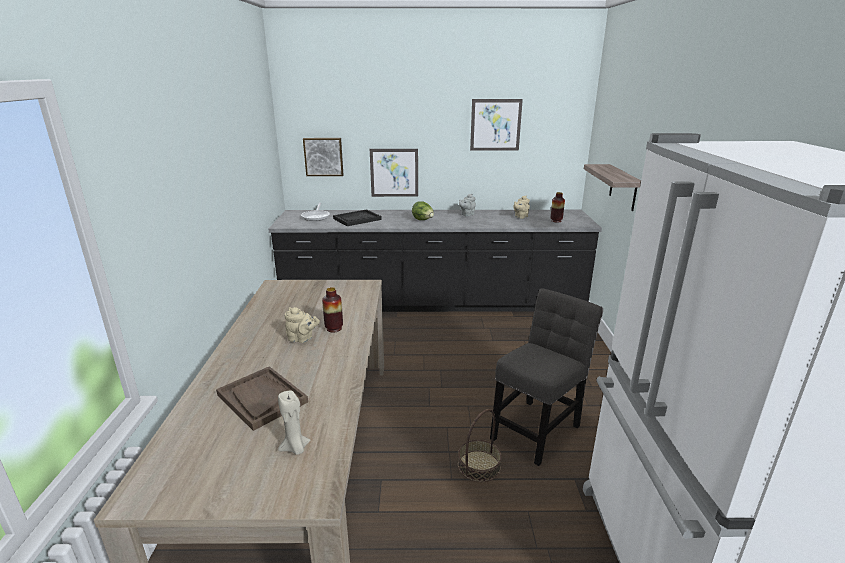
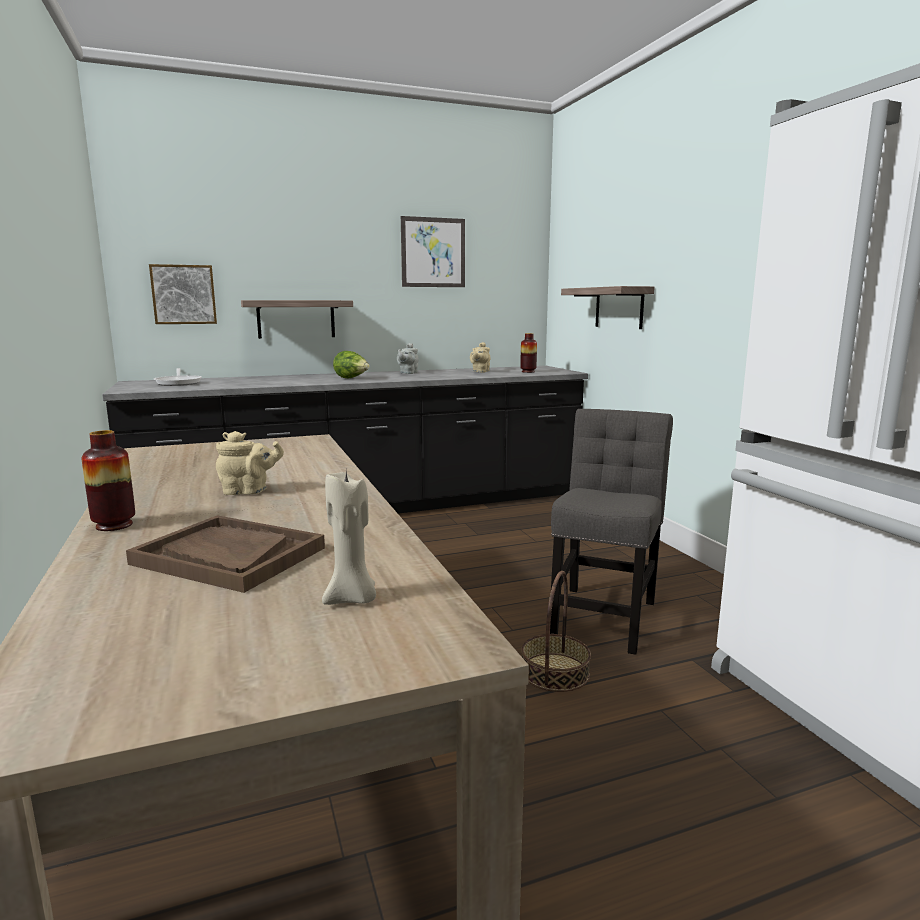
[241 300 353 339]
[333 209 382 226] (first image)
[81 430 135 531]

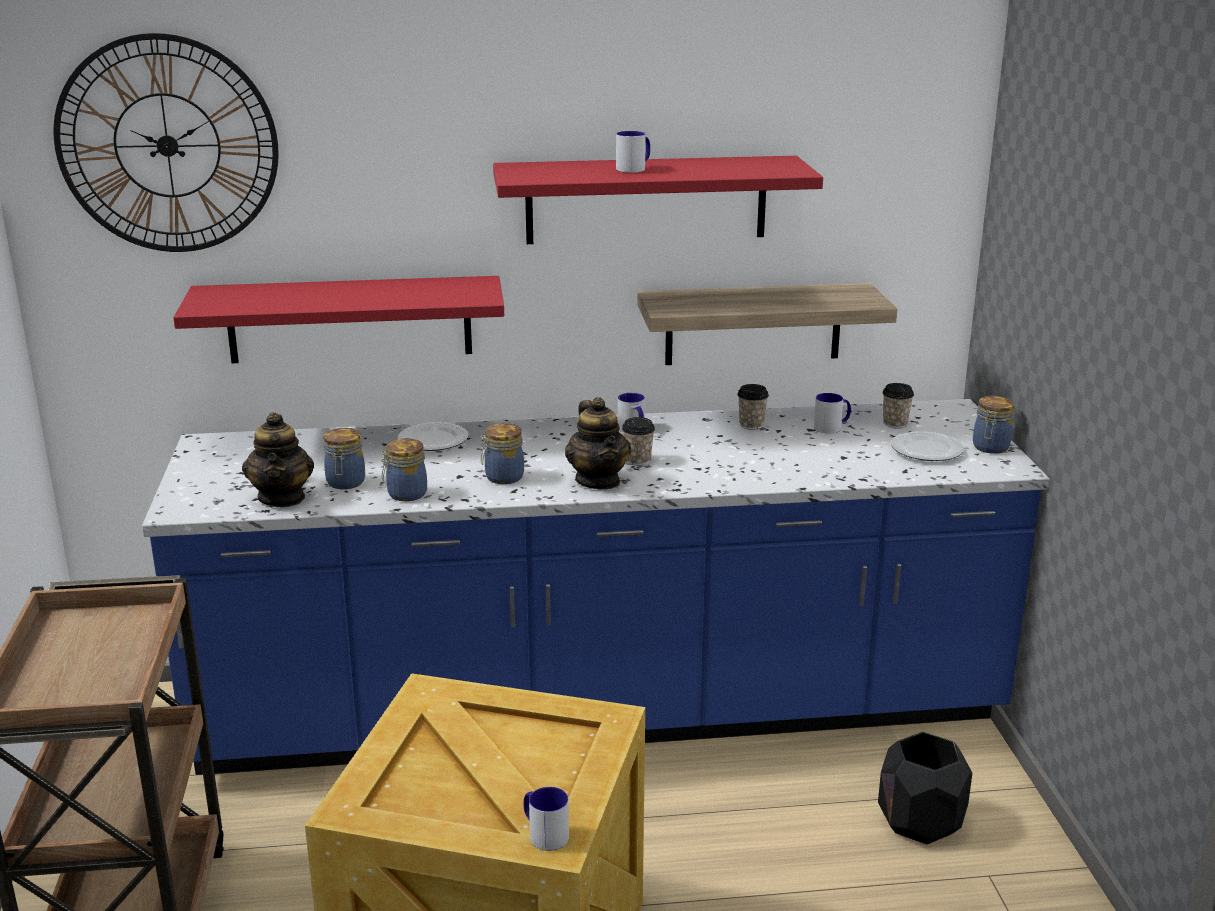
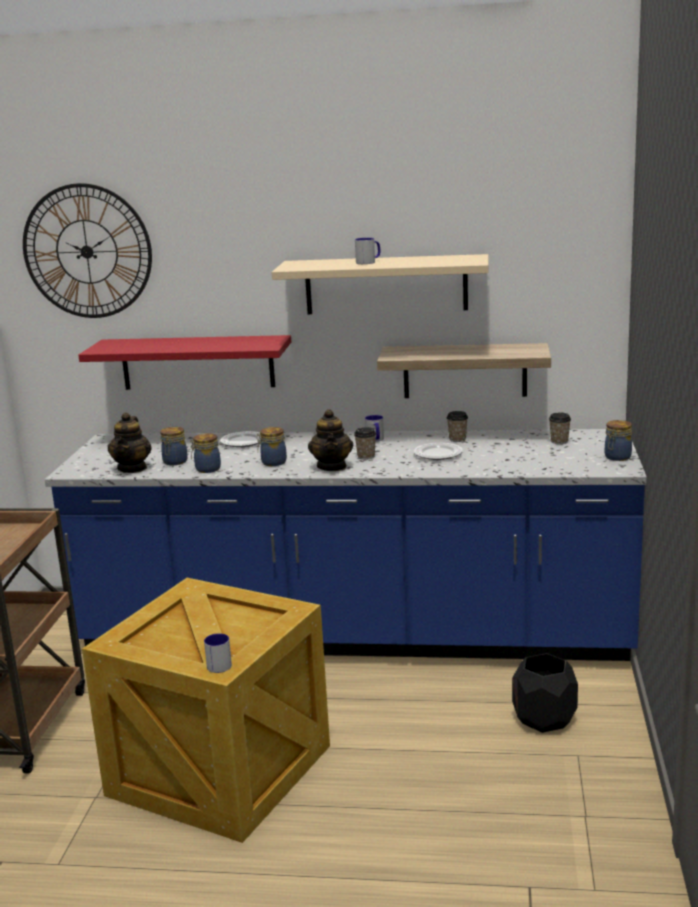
[272 254 489 314]
[814 393 851 433] (first image)
[413 443 463 460]

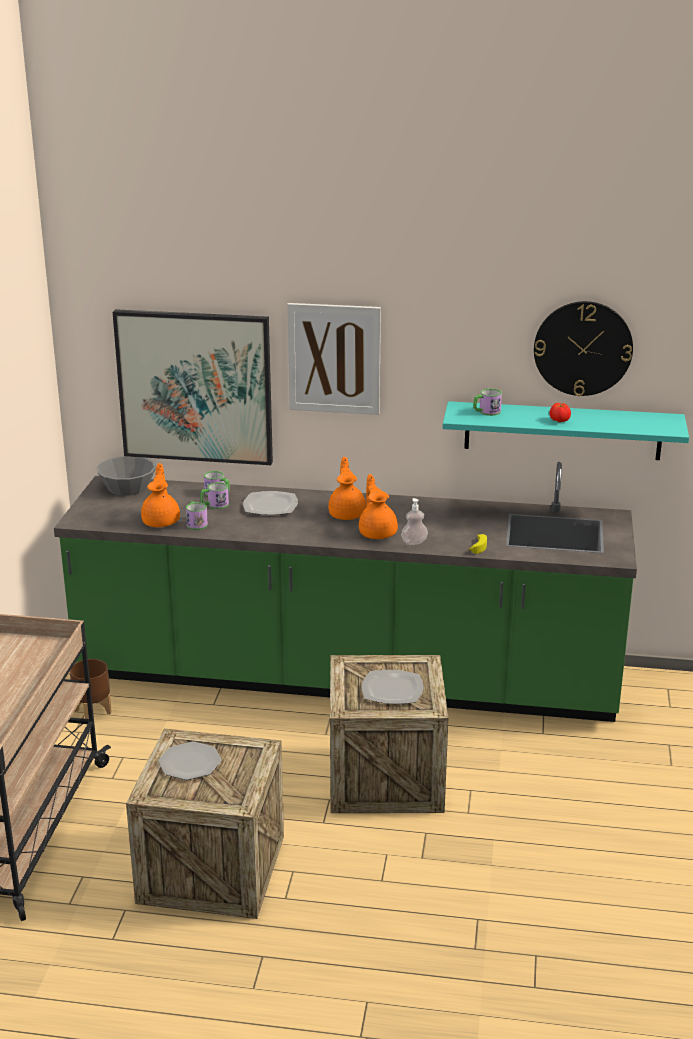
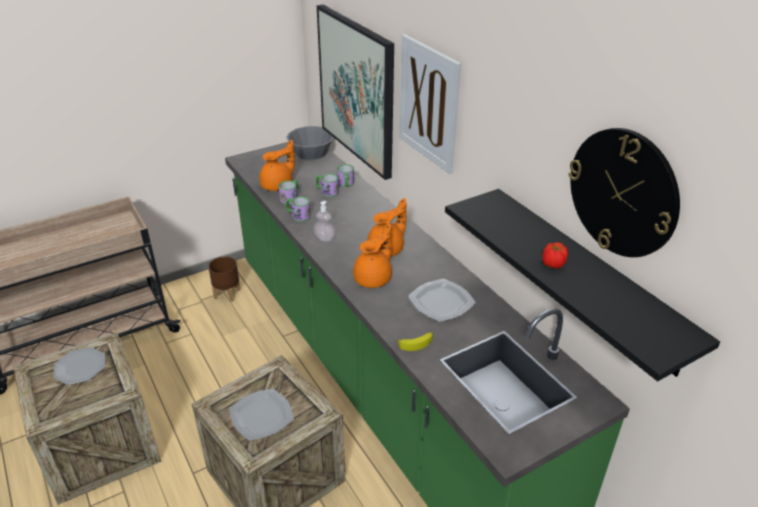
[286 196 311 222]
[445 189 720 381]
[408 279 476 322]
[313 201 336 242]

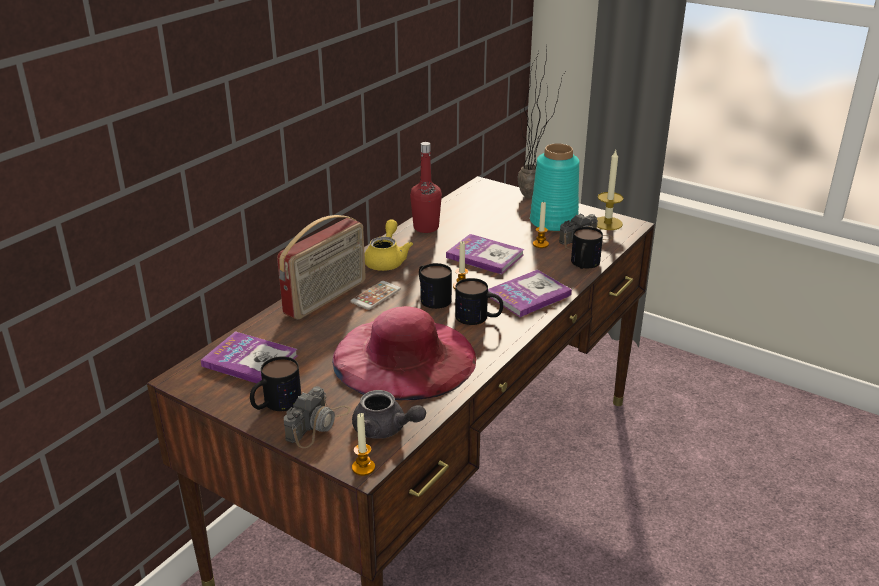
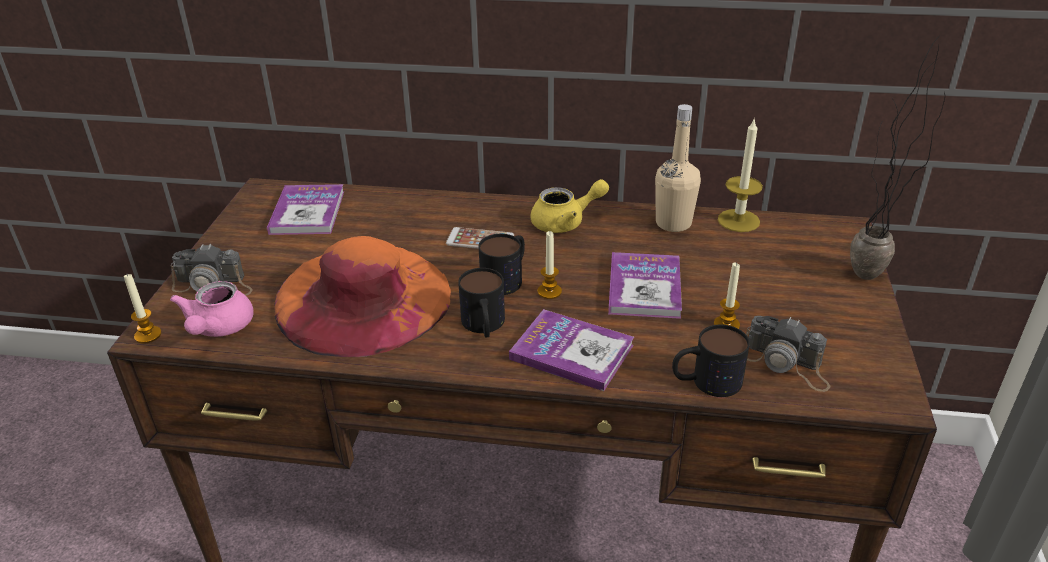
[655 104 701 232]
[530 143 580 232] (first image)
[718 120 763 232]
[277 215 366 320] (first image)
[274 236 451 357]
[250 356 301 411] (first image)
[170 281 254 337]

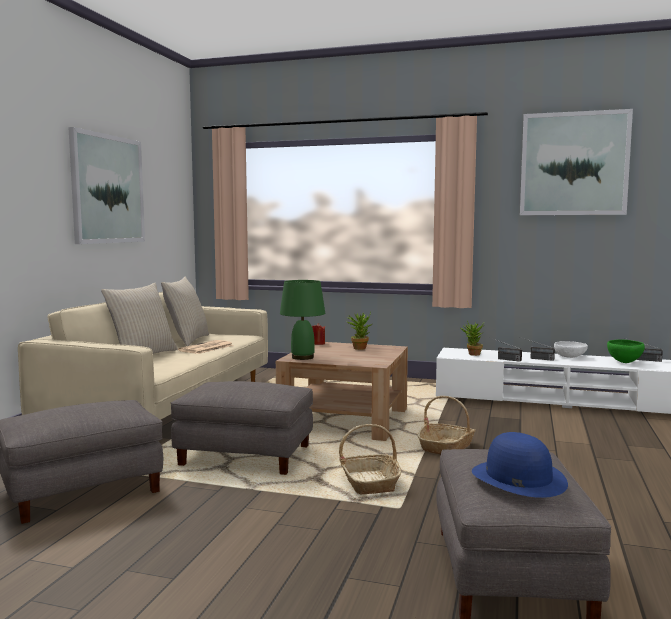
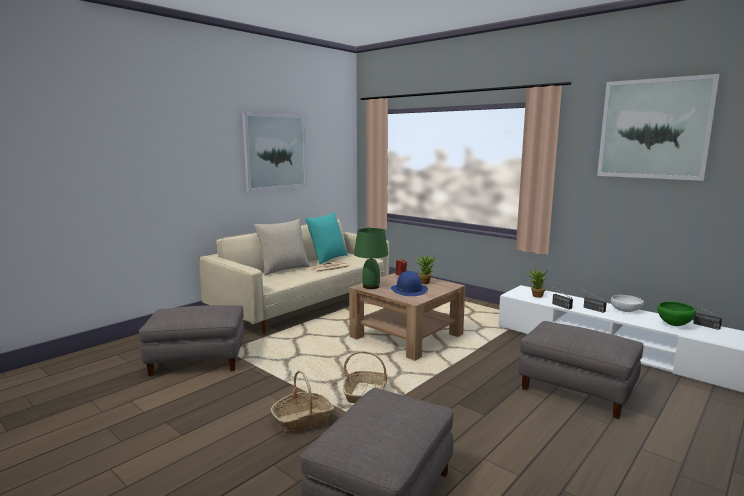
[305 212 348 264]
[519 321 644 419]
[271 370 334 433]
[391 271 428 296]

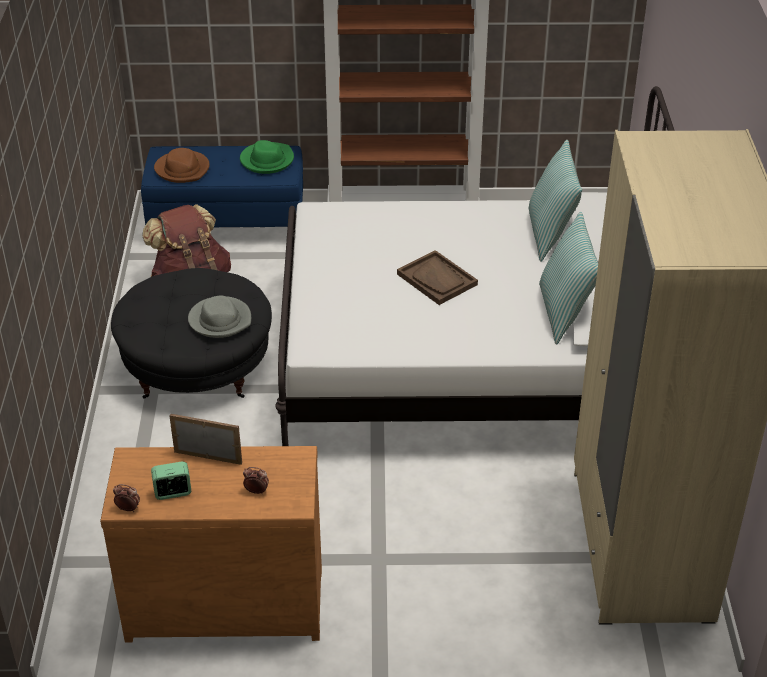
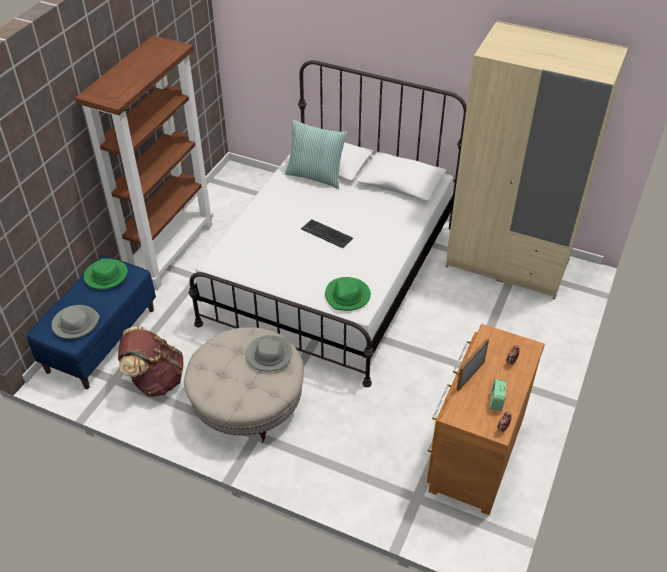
[51 305 100 339]
[539 212 598 344] (first image)
[301 219 353 248]
[184 327 304 443]
[325 277 371 311]

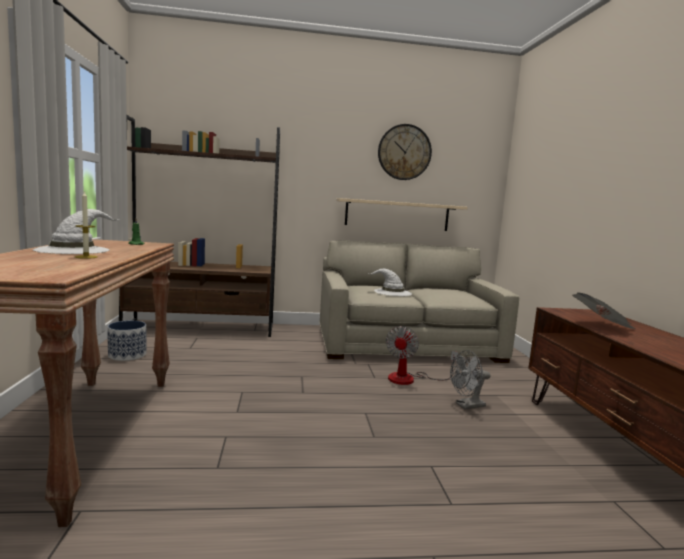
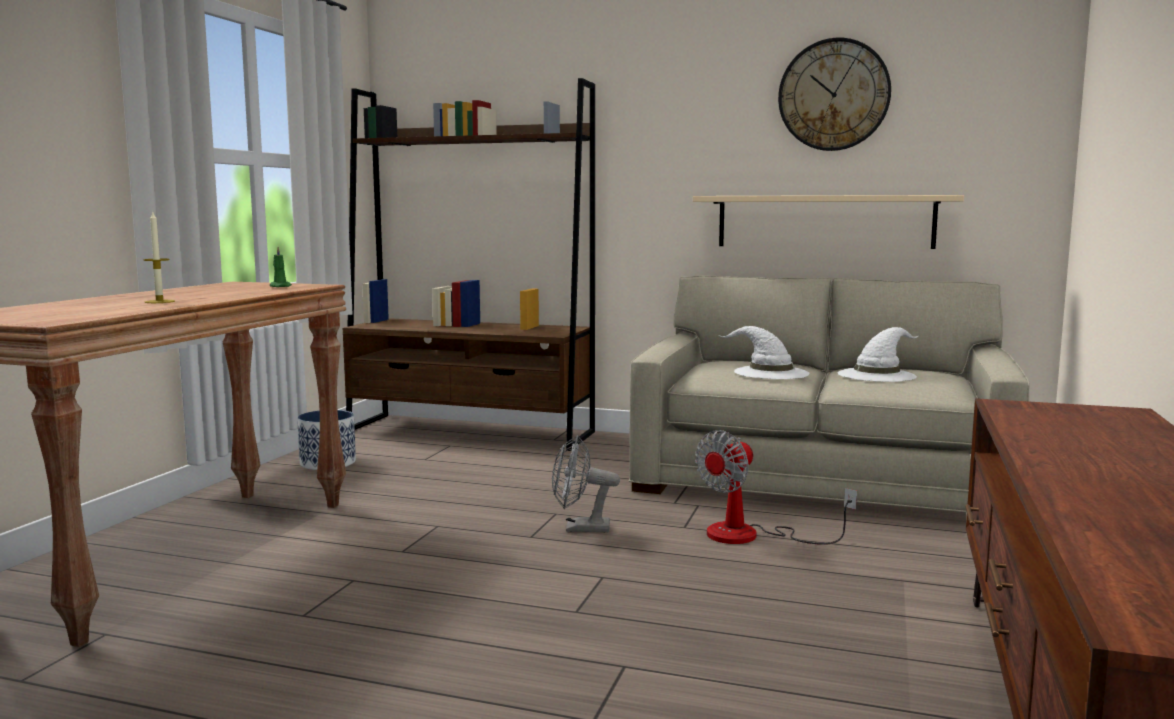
[838 327 918 382]
[572 292 636 329] (first image)
[552 435 620 533]

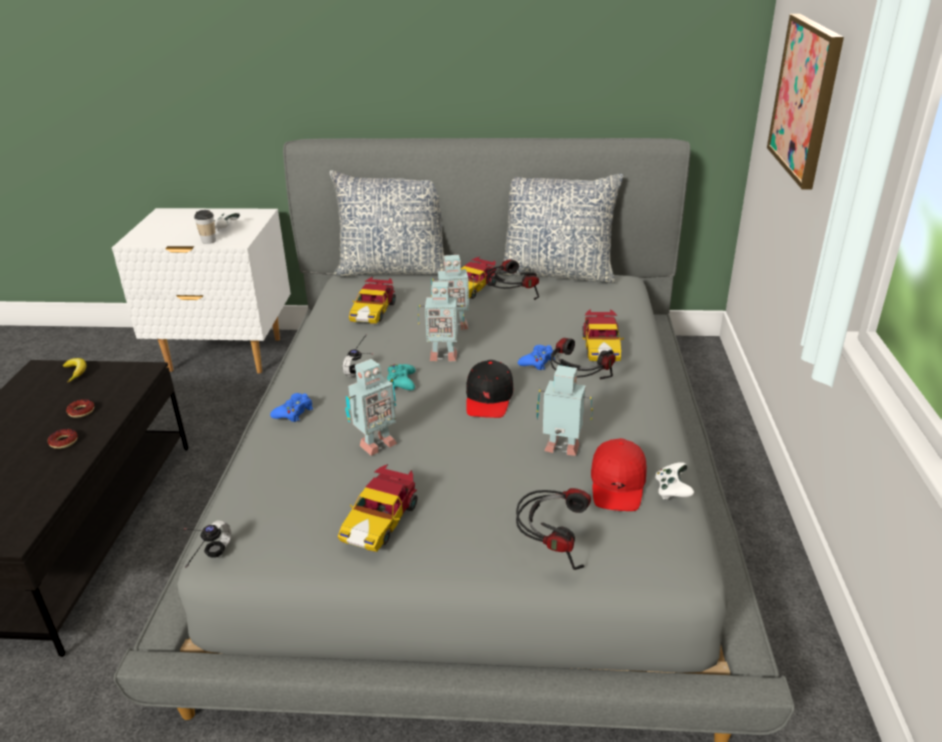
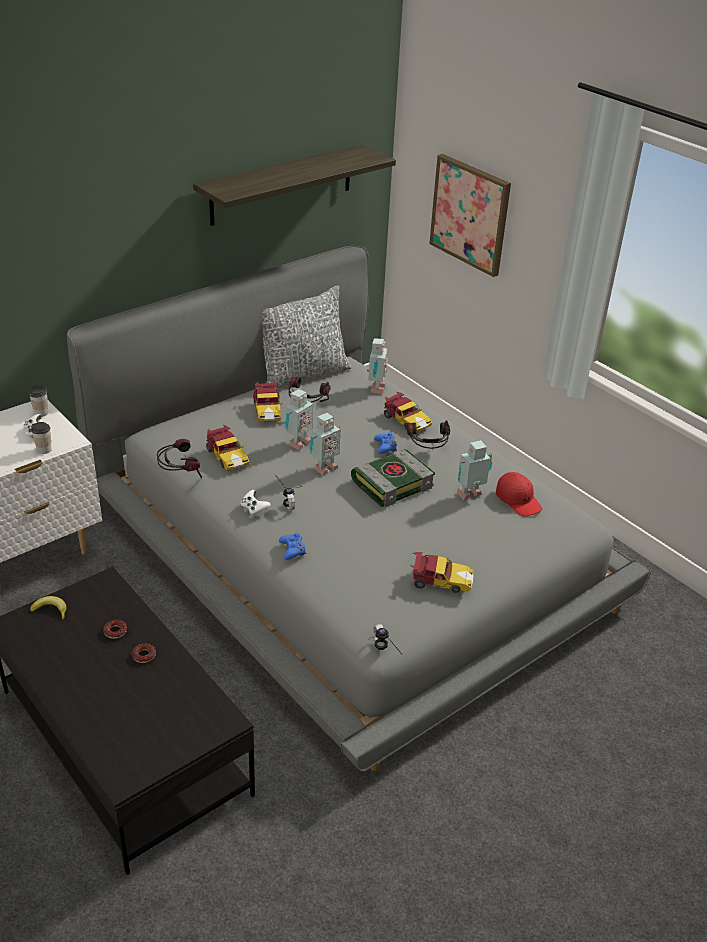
[329 170 445 277] (first image)
[367 338 388 394]
[351 449 435 507]
[387 364 416 390] (first image)
[240 490 271 516]
[410 552 474 593]
[157 439 202 478]
[193 145 396 226]
[29 386 48 417]

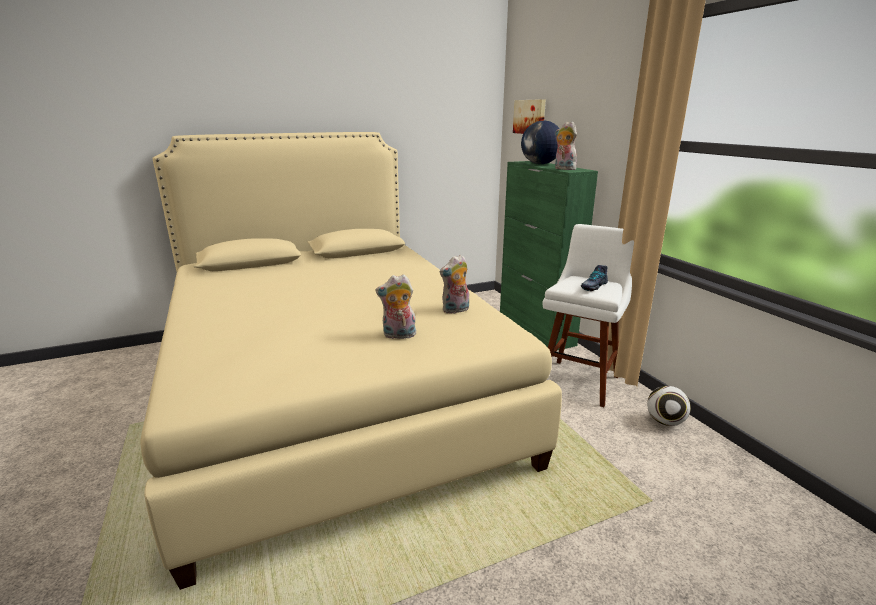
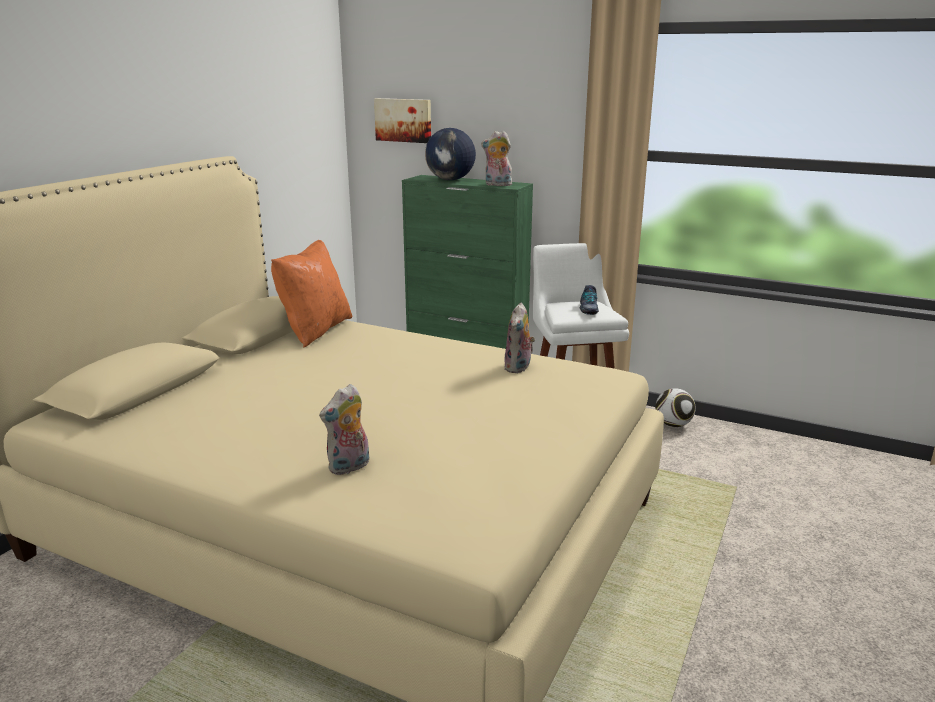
[319 384 369 475]
[271 240 352 348]

